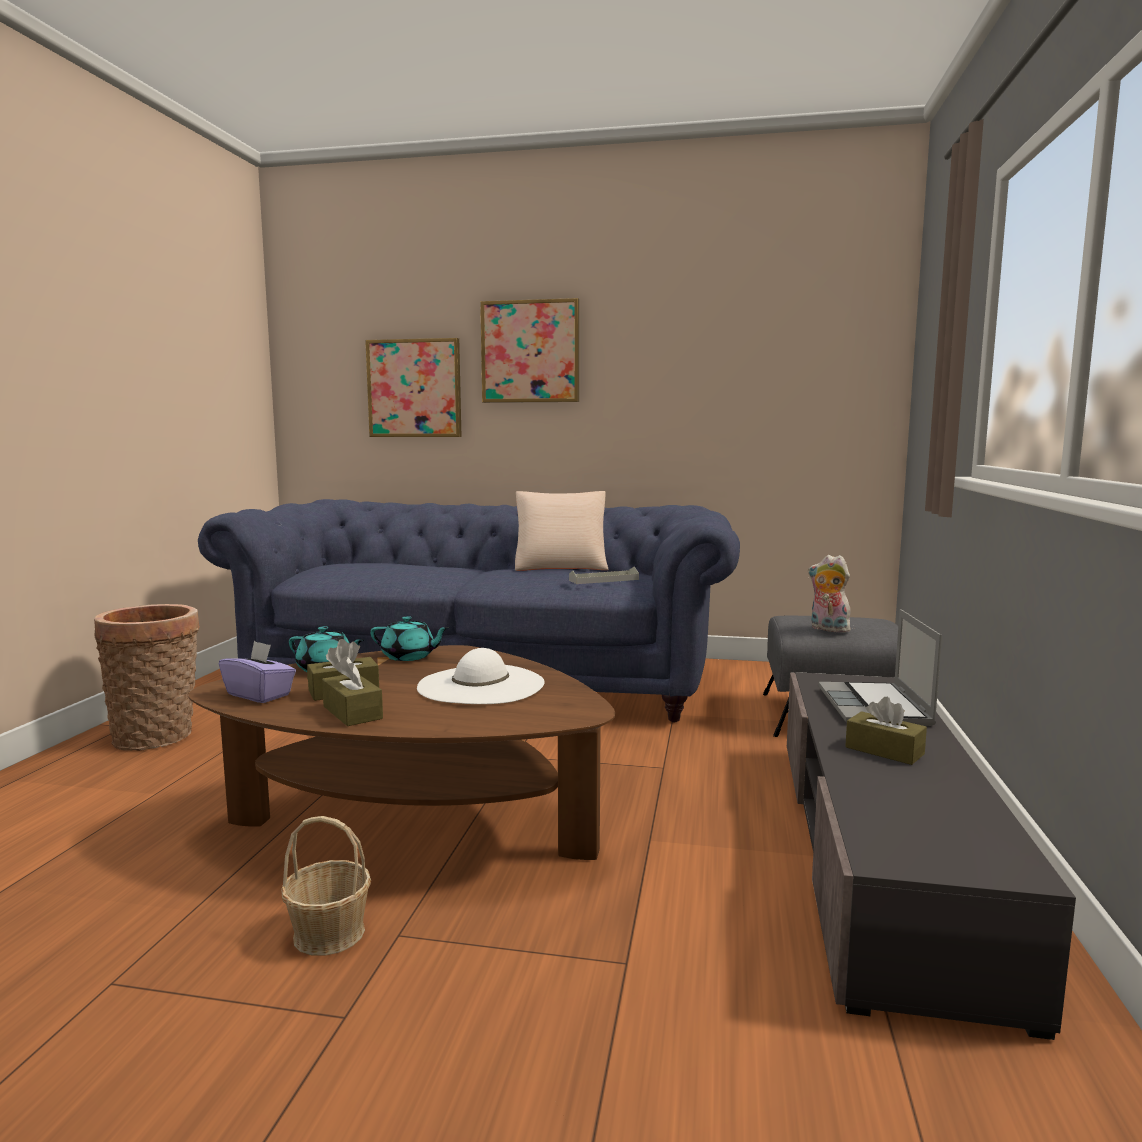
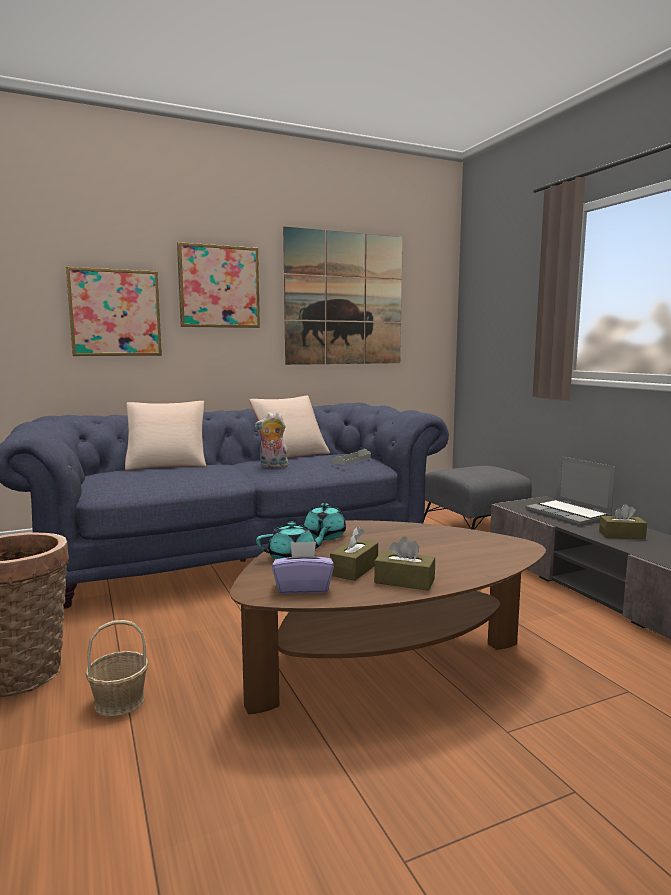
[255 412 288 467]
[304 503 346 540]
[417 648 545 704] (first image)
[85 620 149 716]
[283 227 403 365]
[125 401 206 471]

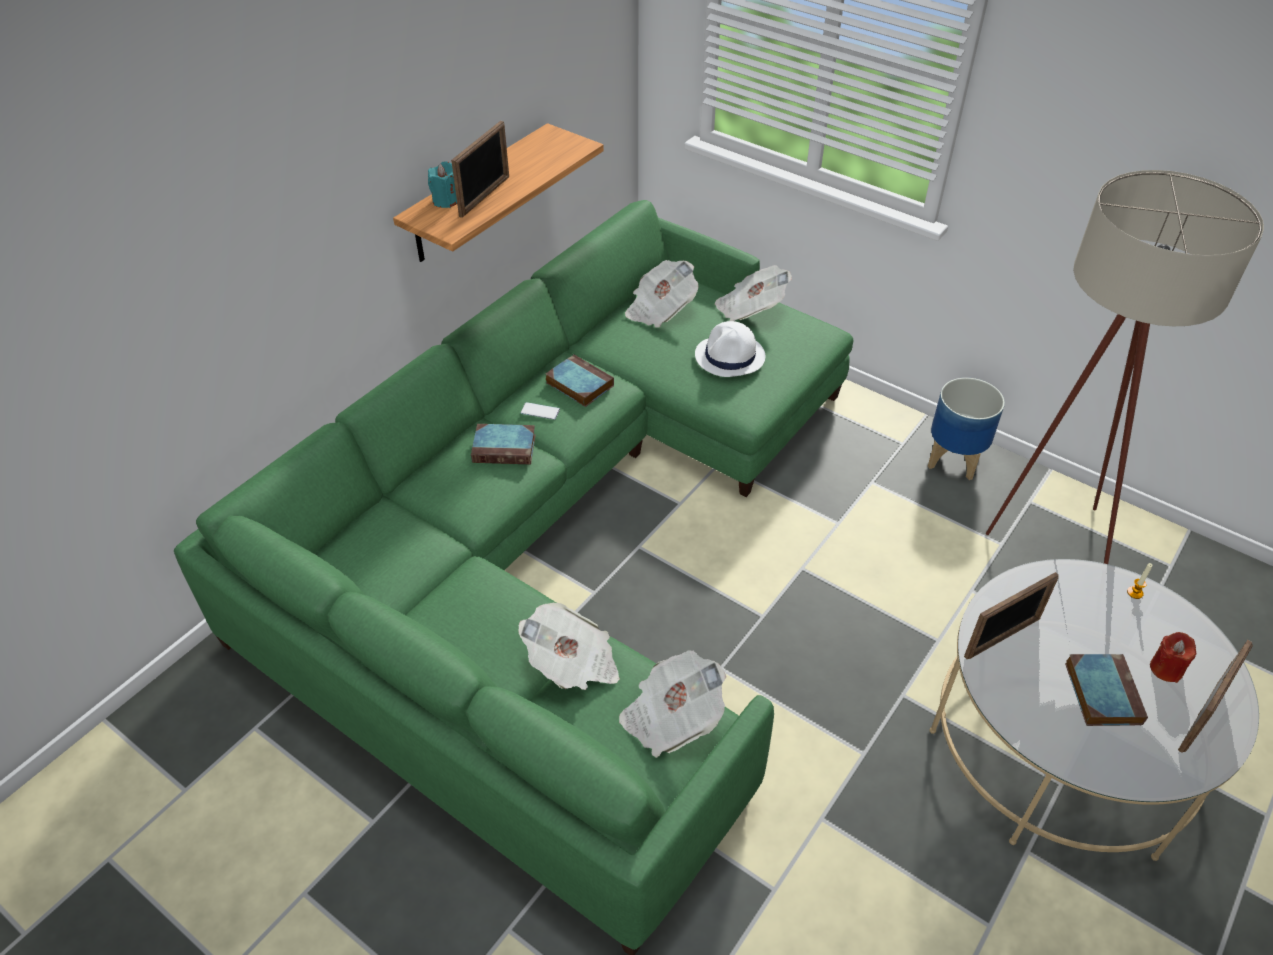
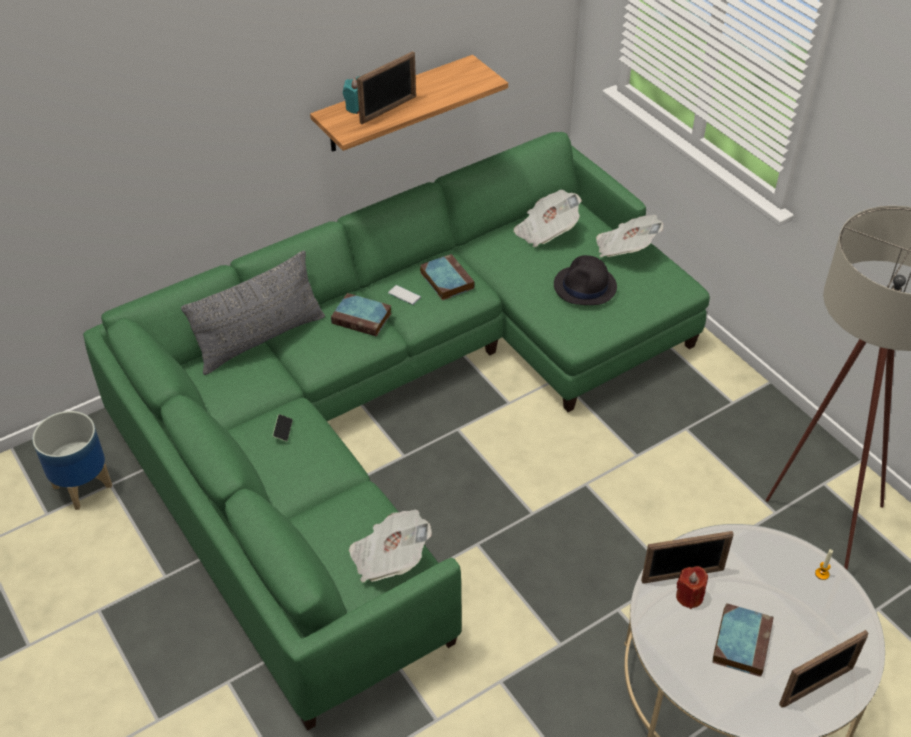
[554 255 617 305]
[33 411 112 510]
[518 603 620 690] (first image)
[676 566 708 609]
[181 251 325 375]
[272 414 293 442]

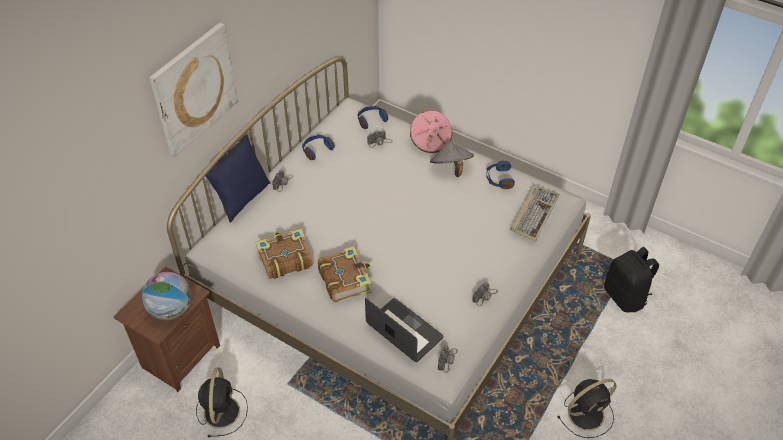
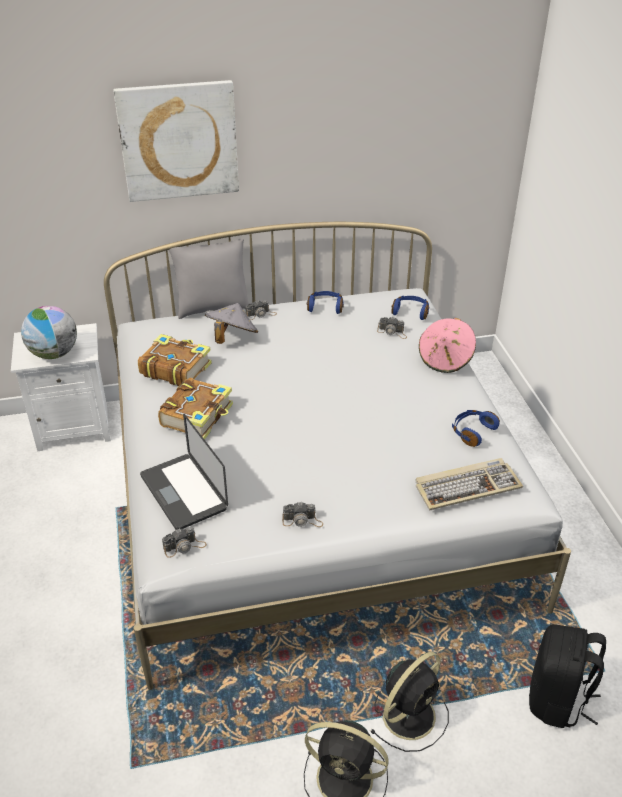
[169 238 249 319]
[205 303 258 344]
[11 323 111 452]
[140 414 228 530]
[371 652 449 752]

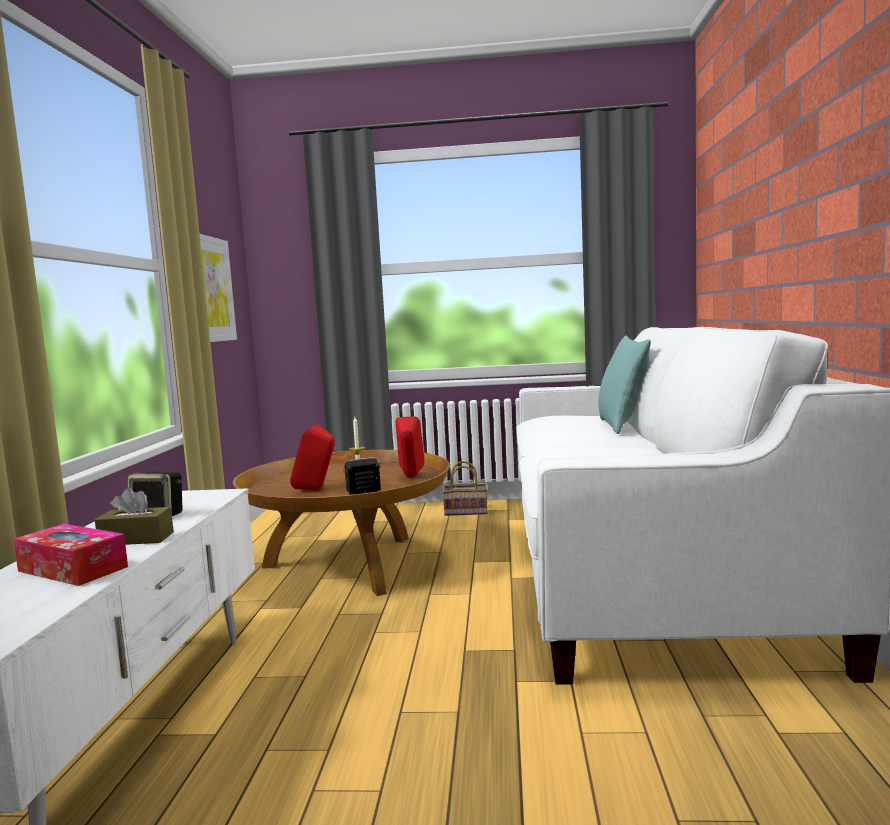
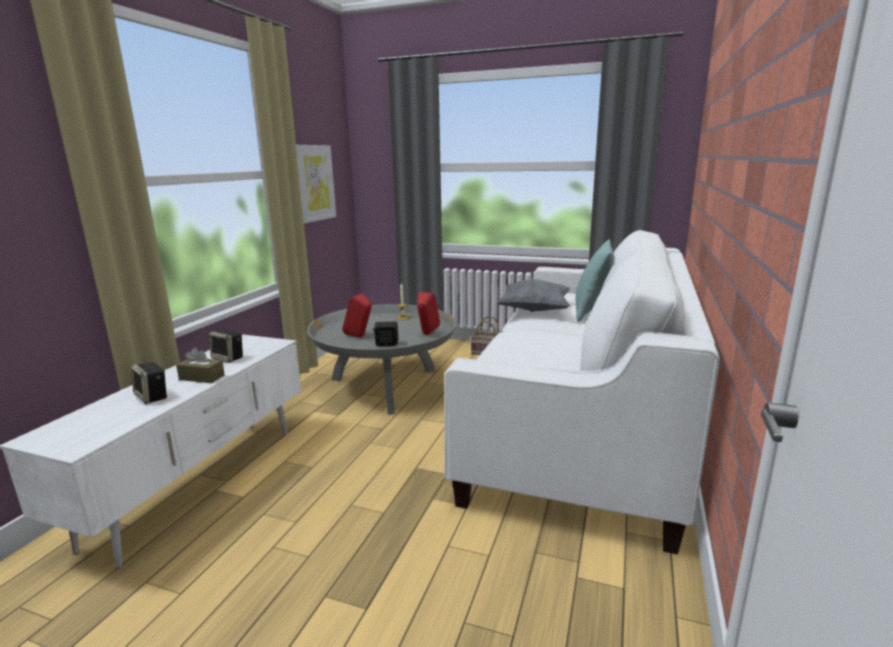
[307 304 456 415]
[131 362 167 404]
[497 279 571 312]

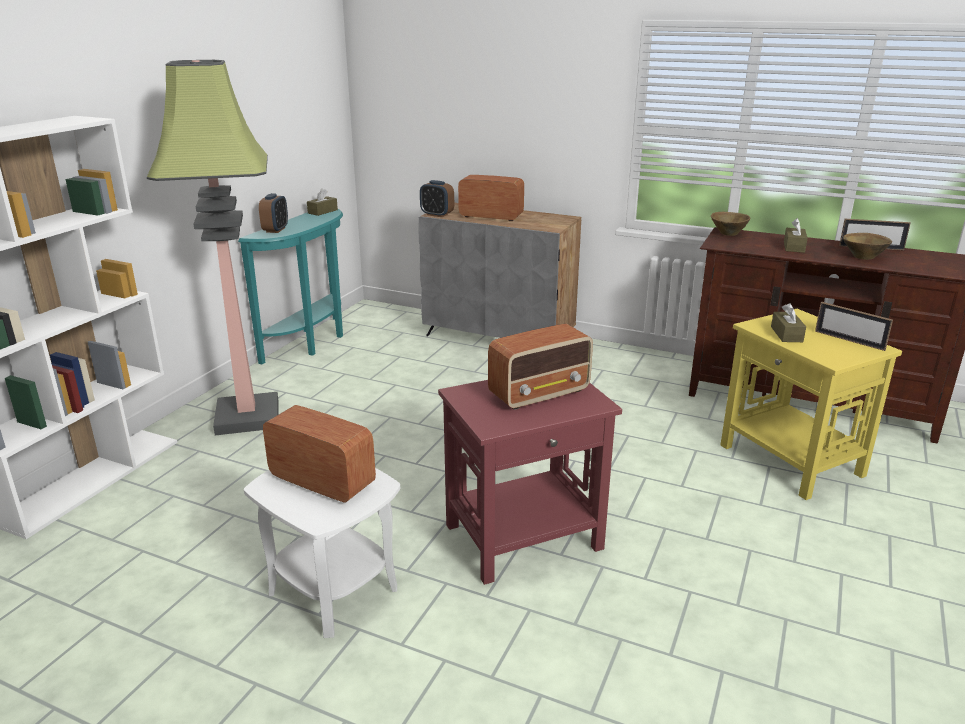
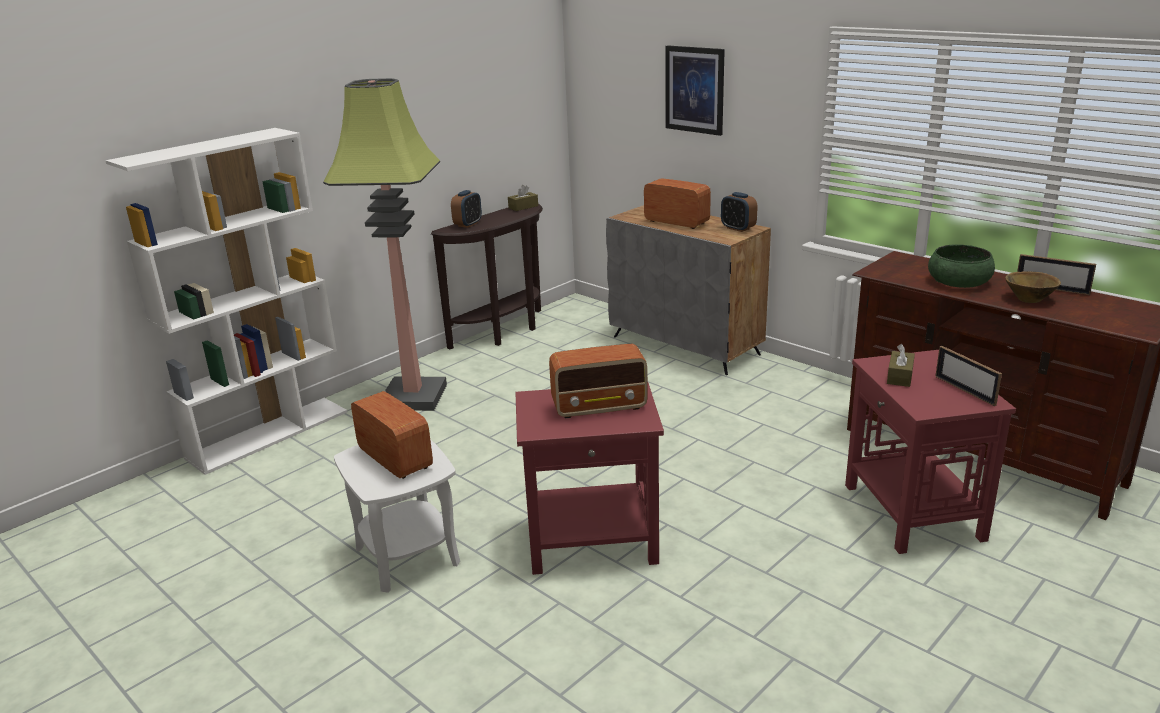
[721 192 757 232]
[431 203 543 349]
[711 212 750 236] (first image)
[928 244 995 288]
[845 350 1016 554]
[666 46 725 136]

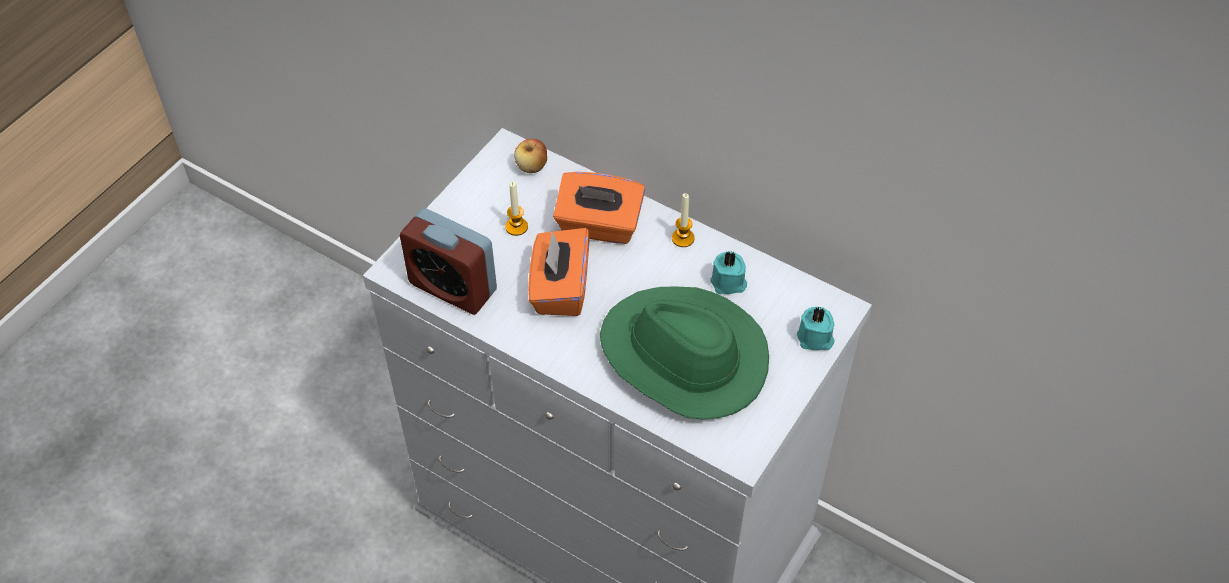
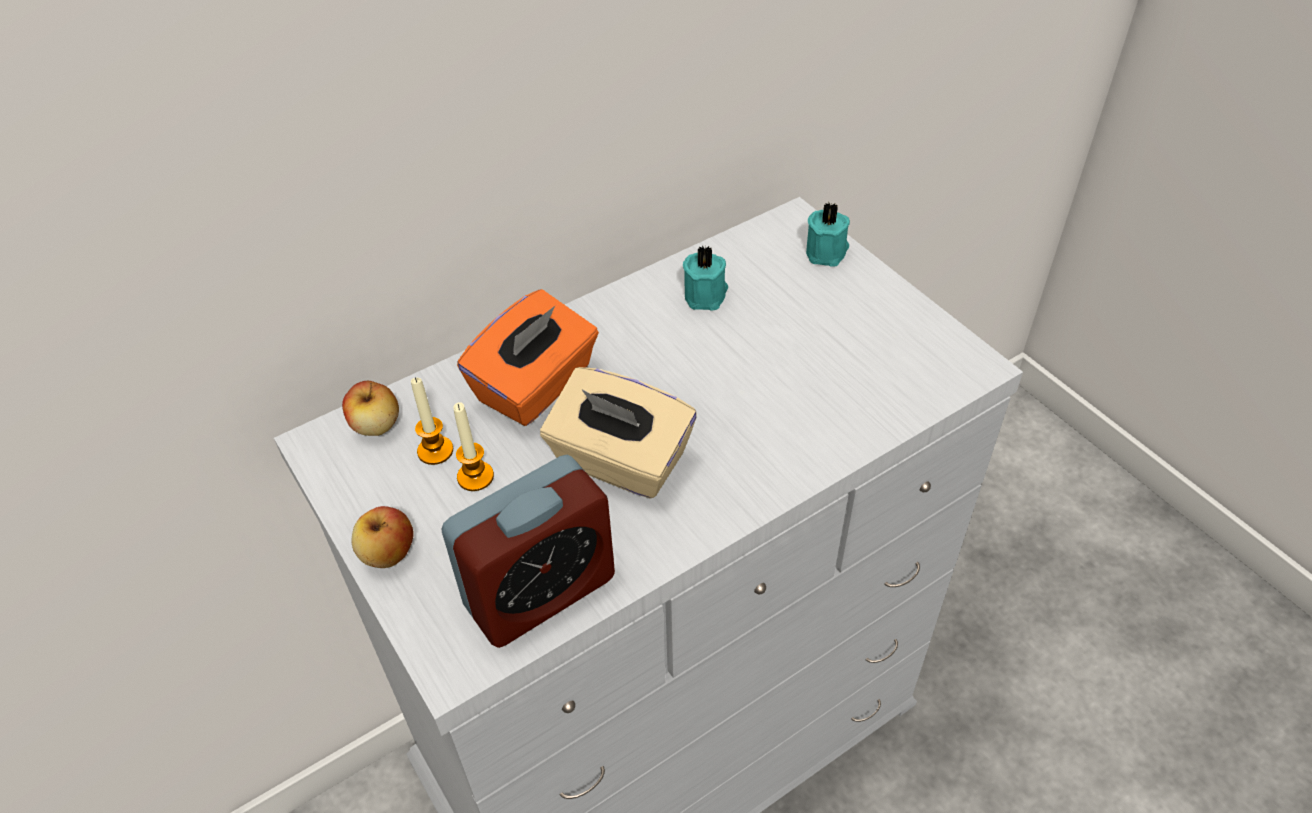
[411 378 453 465]
[540 367 697 499]
[600 287 769 420] (first image)
[351 506 414 568]

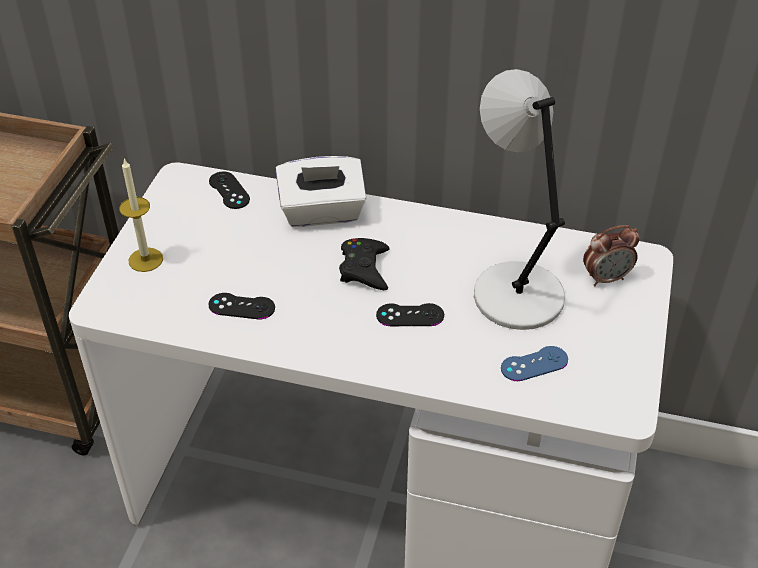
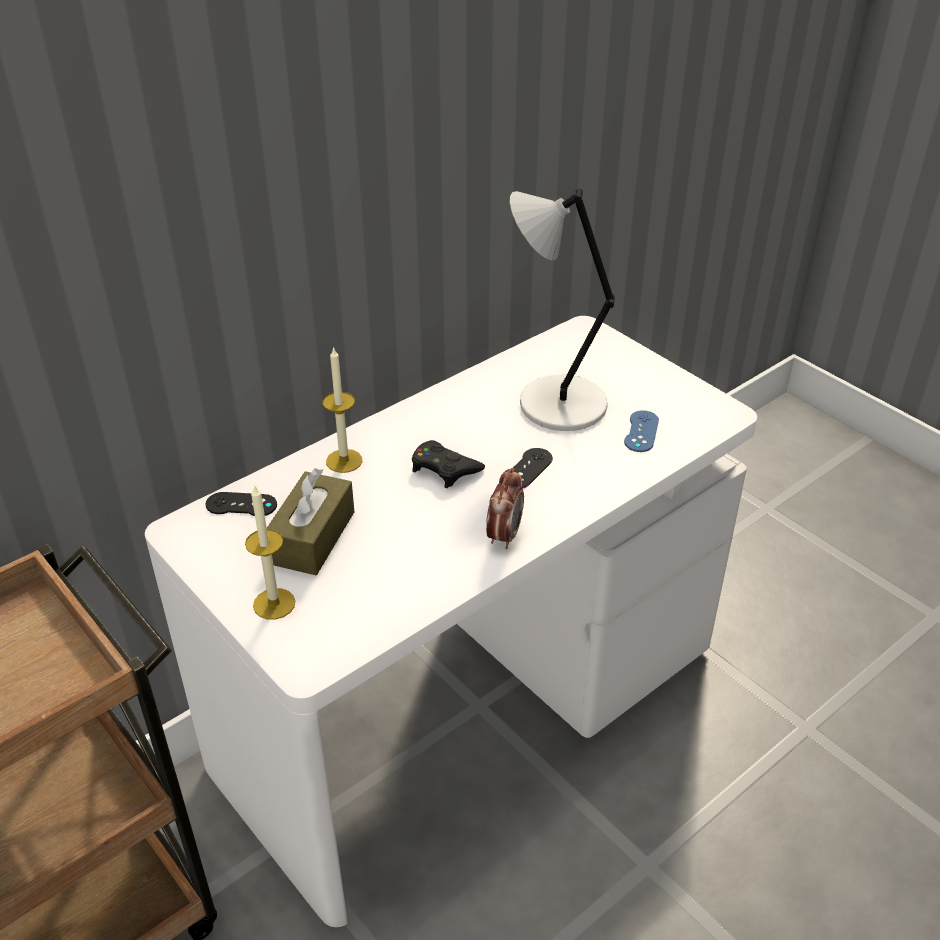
[323 346 362 473]
[486 468 524 549]
[208 293 275 319] (first image)
[267 468 354 575]

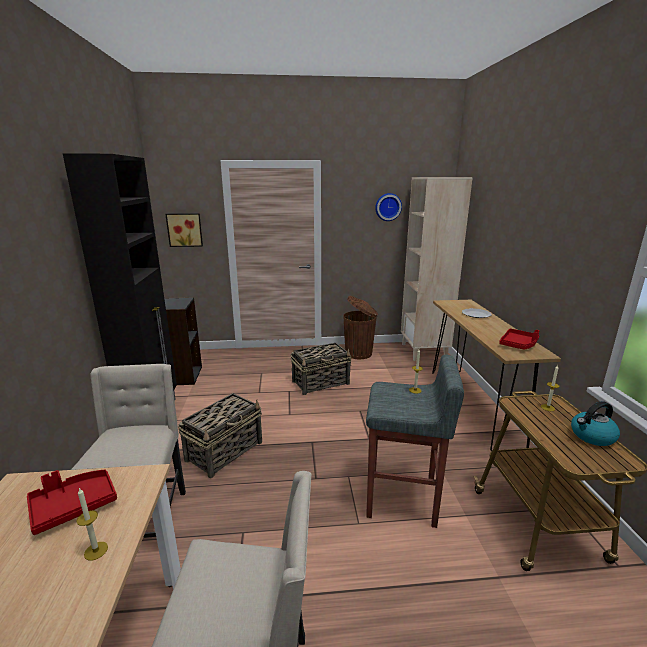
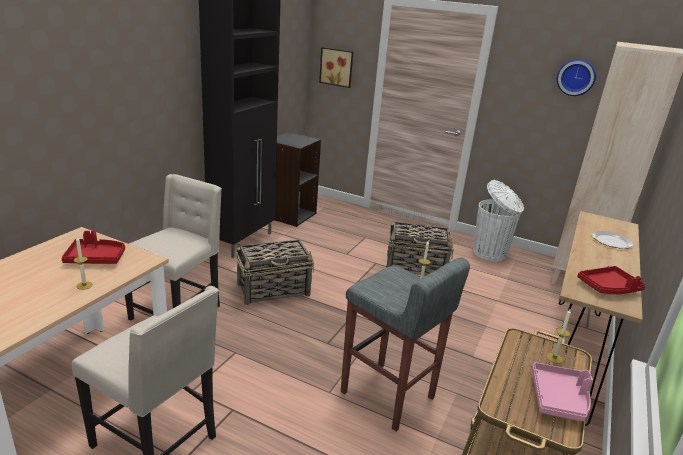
[473 180 524 262]
[532 362 592 421]

